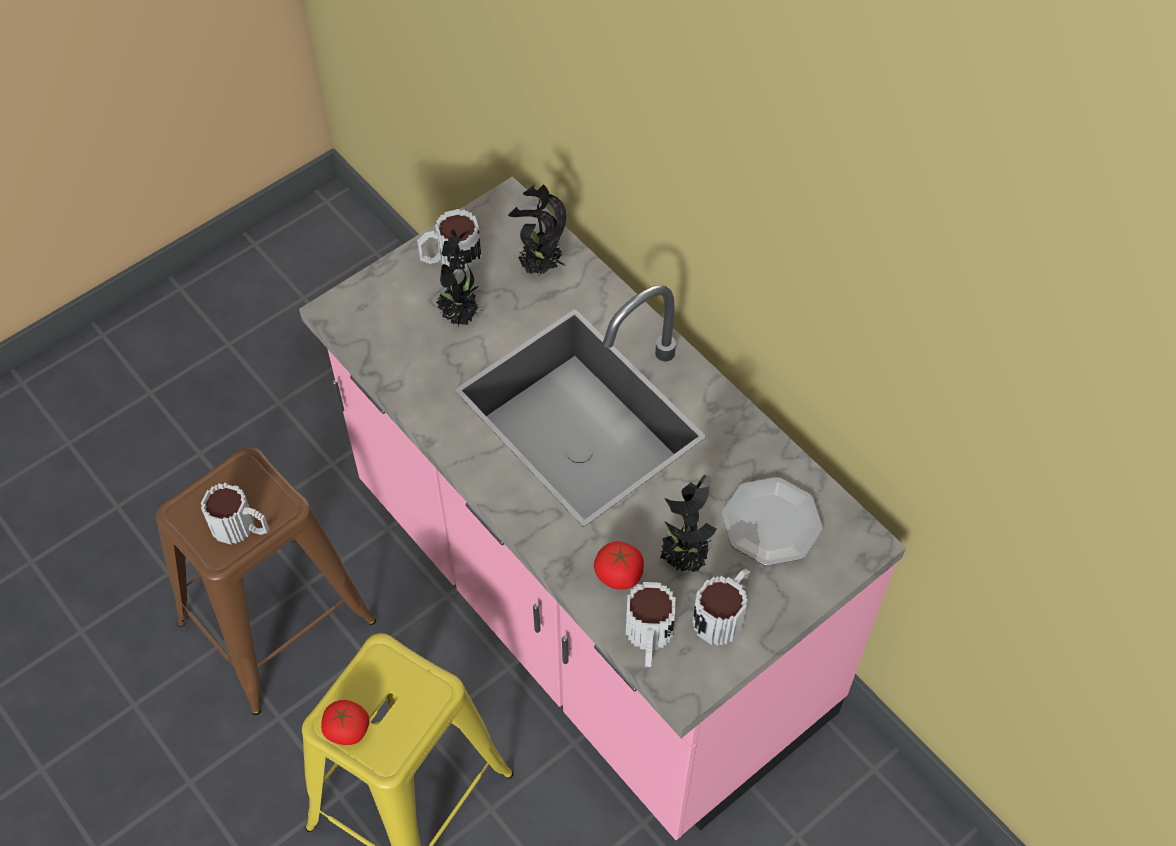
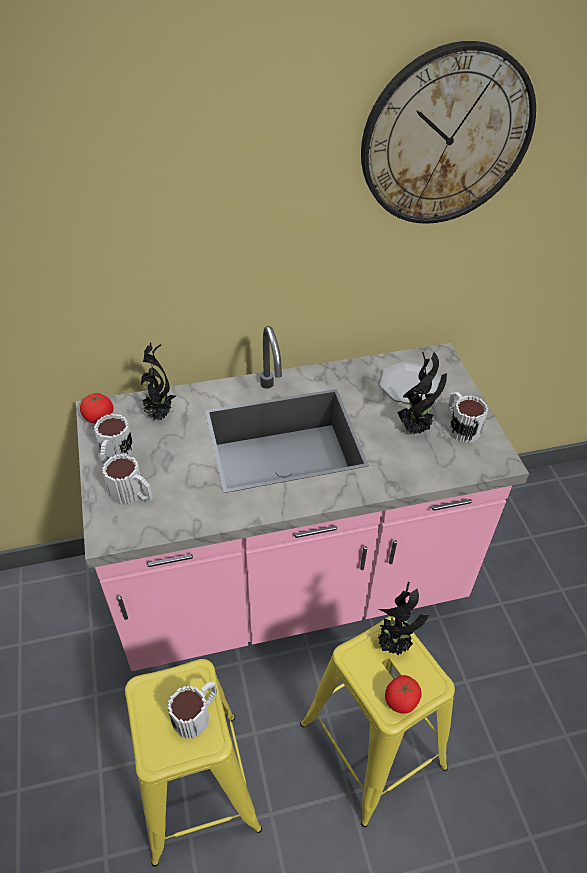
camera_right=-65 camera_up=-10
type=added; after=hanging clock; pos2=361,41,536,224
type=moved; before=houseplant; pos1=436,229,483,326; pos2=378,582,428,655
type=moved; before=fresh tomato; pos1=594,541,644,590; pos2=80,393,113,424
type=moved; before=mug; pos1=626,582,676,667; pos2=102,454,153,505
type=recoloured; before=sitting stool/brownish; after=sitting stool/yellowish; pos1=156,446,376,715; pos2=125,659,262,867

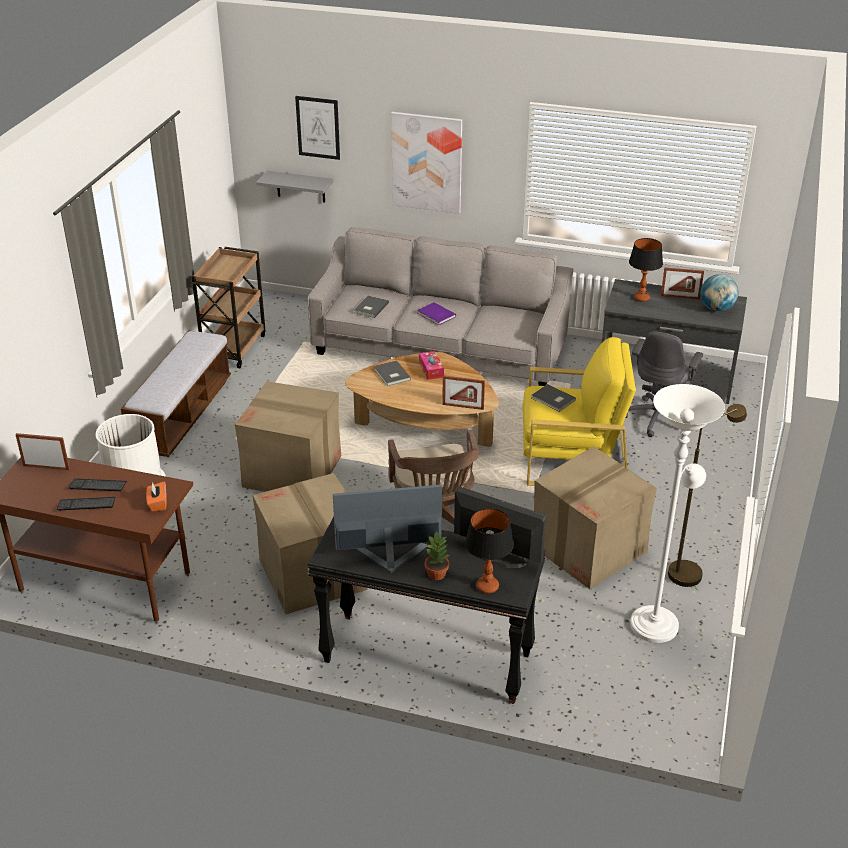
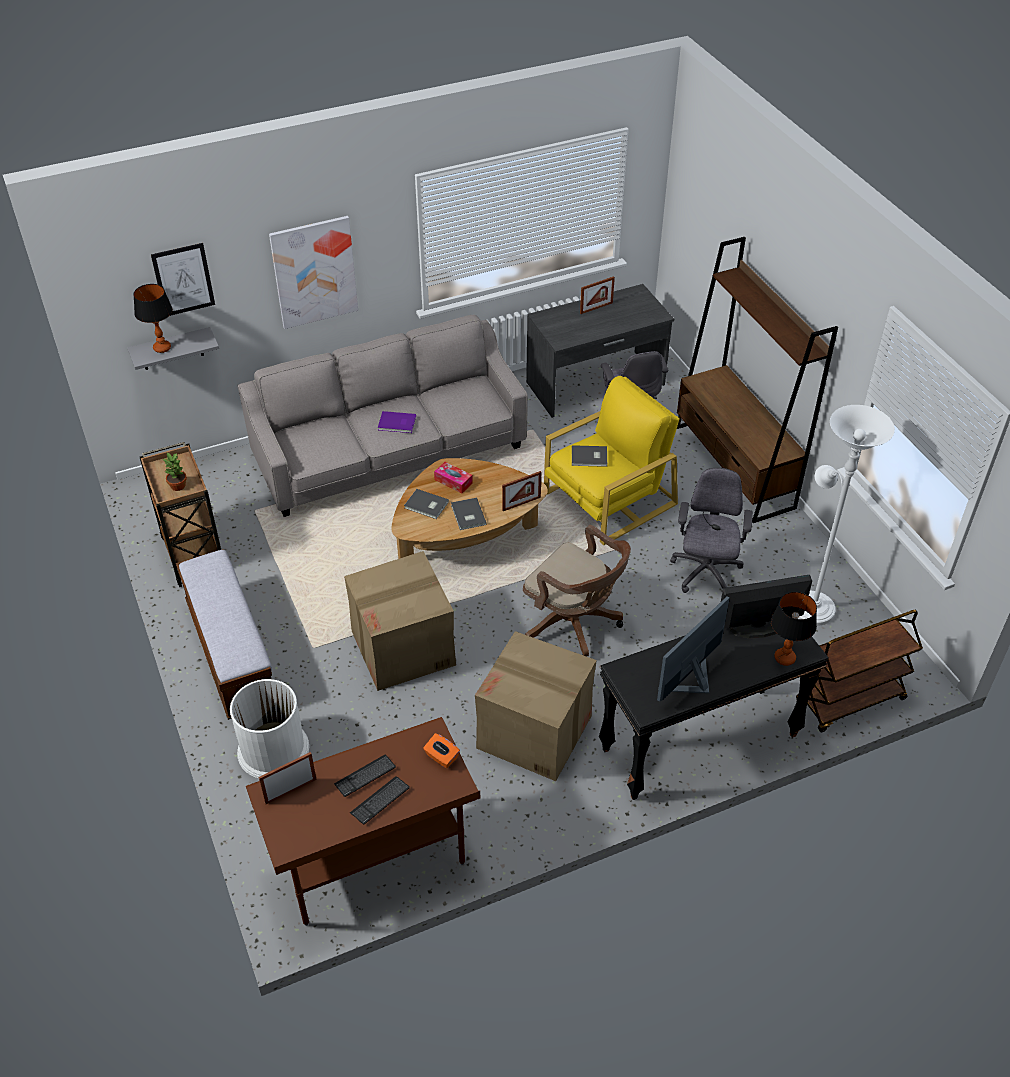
camera_right=-40 camera_up=10
type=removed; before=standard lamp/brownish; pos1=668,404,747,587
type=removed; before=globe; pos1=701,274,739,311
type=added; after=shelving unit/brownish; pos2=677,237,838,523
type=added; after=wheeled cart/brownish; pos2=796,610,923,732
type=moved; before=book/greyish; pos1=354,296,389,318; pos2=451,498,487,530
type=moved; before=houseplant; pos1=425,531,449,580; pos2=163,453,187,491
type=moved; before=tabletop lamp; pos1=629,238,663,302; pos2=133,284,173,353
type=replaced; before=carton; after=computer chair/greyish; pos1=534,446,657,589; pos2=670,468,753,593

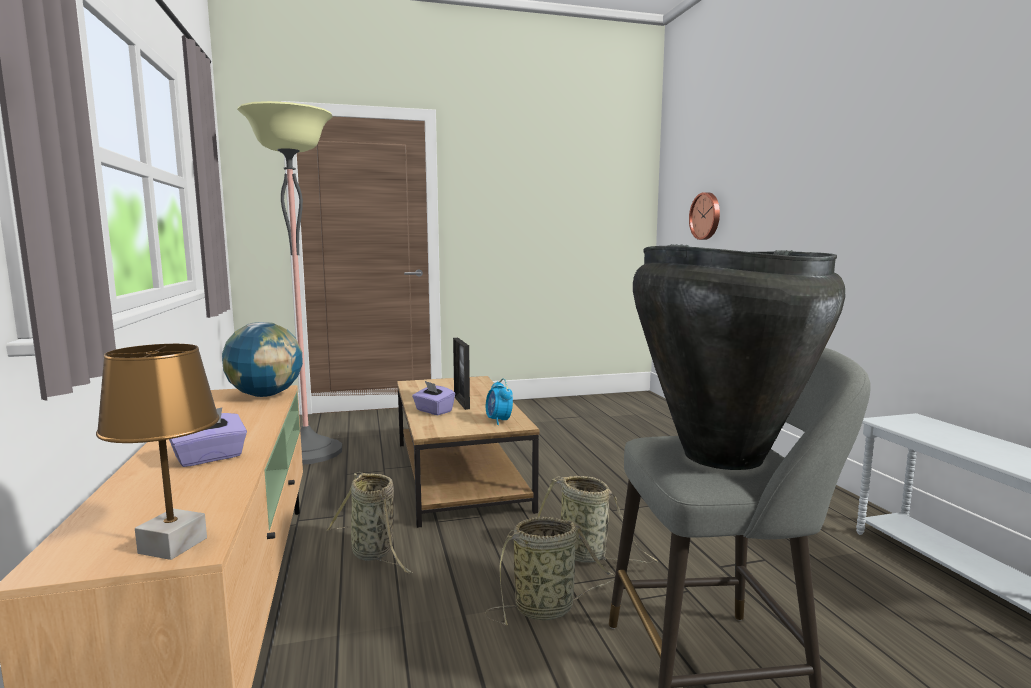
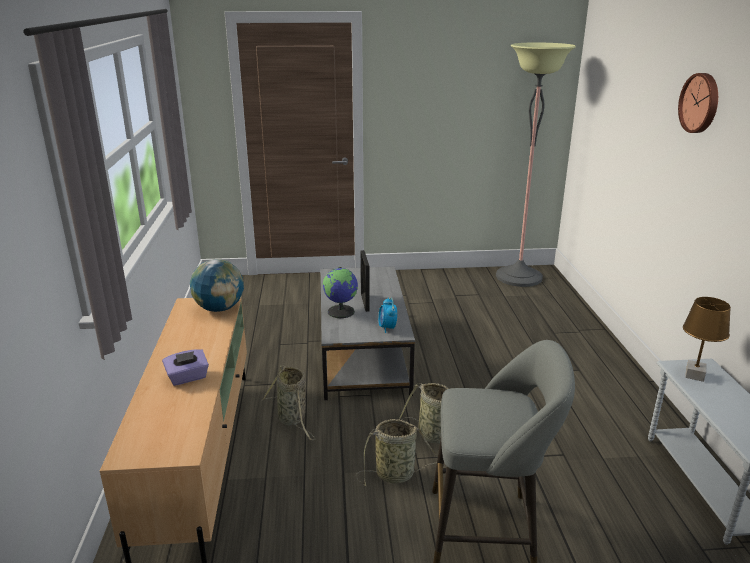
camera_right=10 camera_up=15
type=removed; before=decorative vase/black; pos1=633,244,845,470
type=moved; before=tabletop lamp/brownish; pos1=96,344,220,560; pos2=683,297,731,382
type=moved; before=standard lamp; pos1=237,101,342,465; pos2=496,42,576,287
type=moved; before=hanging clock; pos1=689,192,720,240; pos2=678,73,718,133
type=replaced; before=box of tissues/purple-coloured; after=globe; pos1=412,381,455,415; pos2=323,267,358,318
type=recoloured; before=low table/brownish; after=low table/greyish; pos1=397,376,539,528; pos2=321,267,415,400

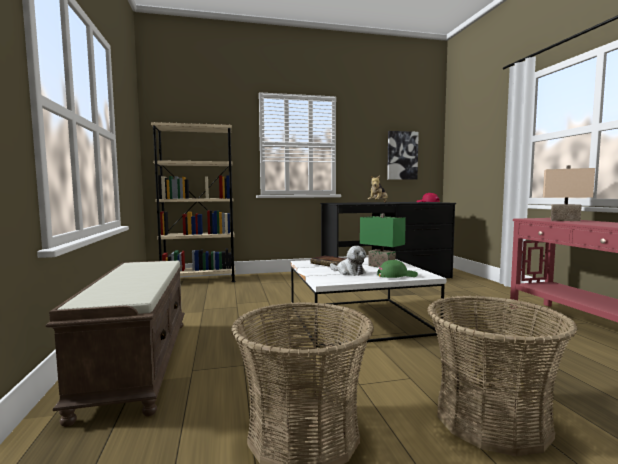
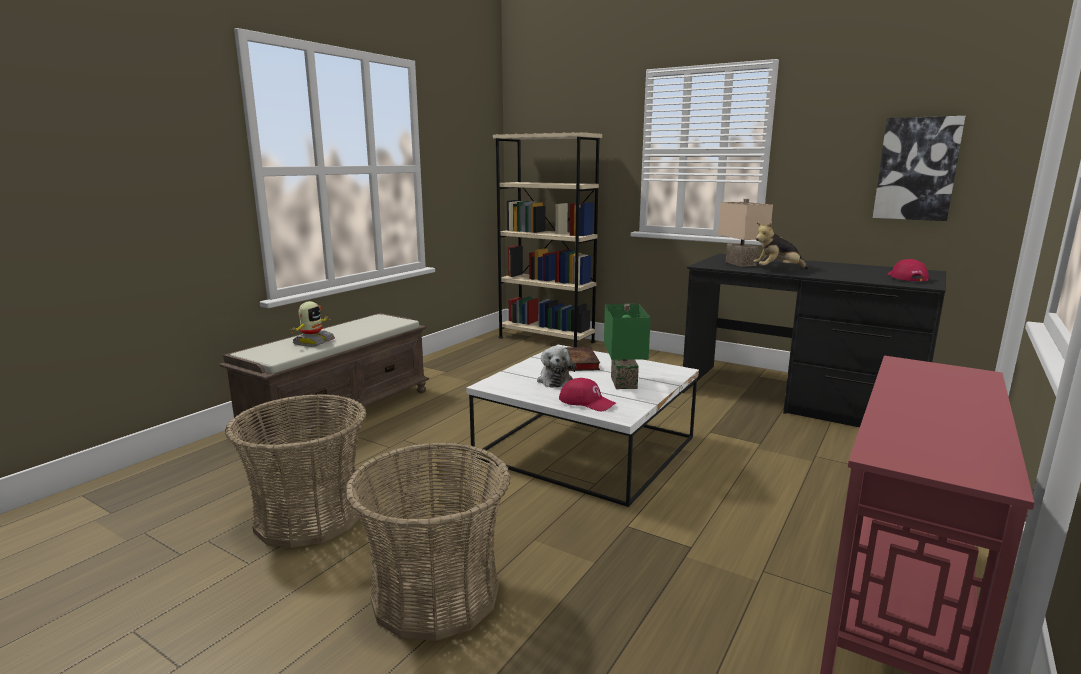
camera_right=45 camera_up=10
type=added; after=toy robot; pos2=290,301,335,347
type=moved; before=tabletop lamp/beige; pos1=543,165,595,221; pos2=718,199,773,267
type=recoloured; before=peaked cap/green-coloured; after=peaked cap/reddish; pos1=377,260,418,278; pos2=559,378,616,411

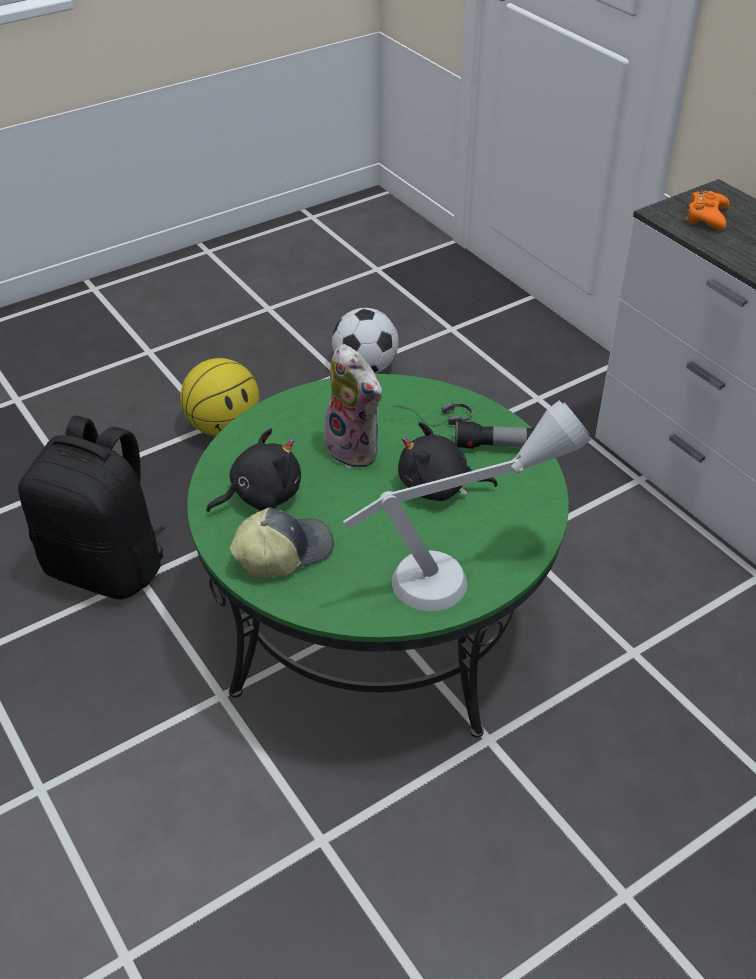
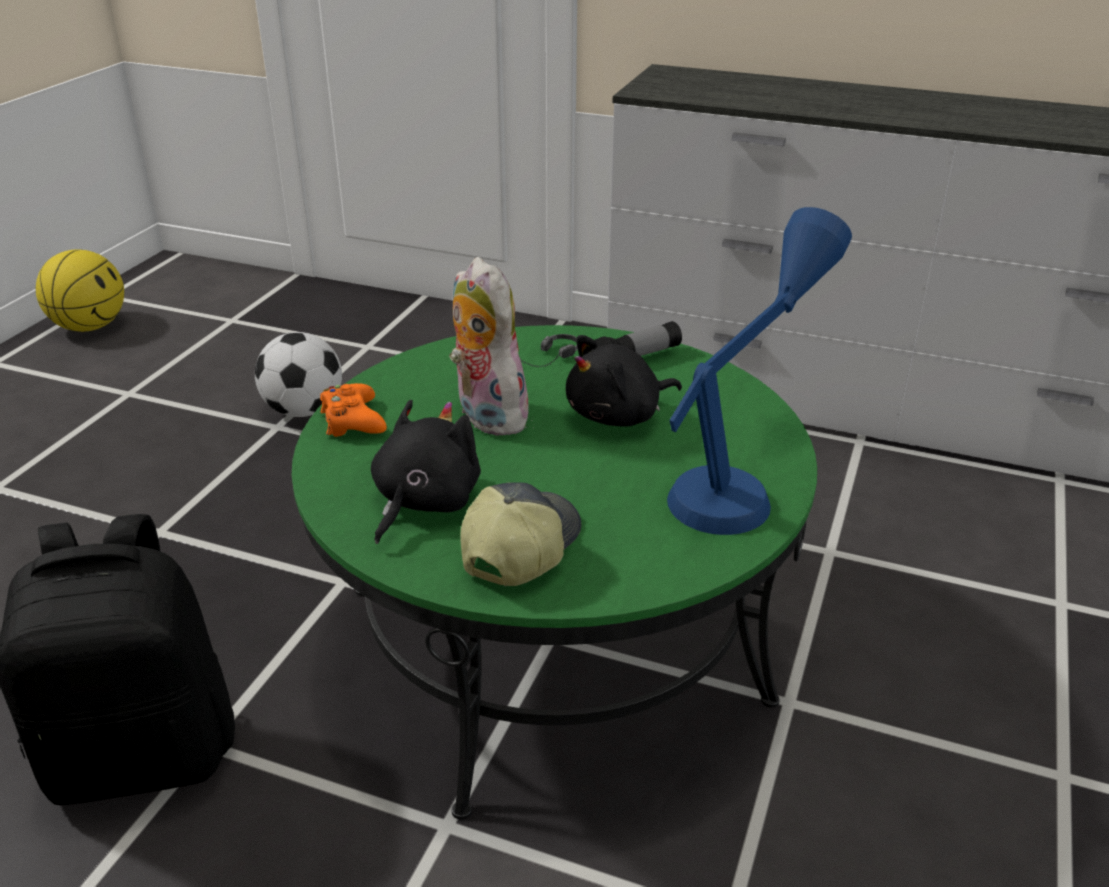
camera_right=-35 camera_up=-10
type=moved; before=basketball ball; pos1=180,358,259,436; pos2=36,249,124,332
type=moved; before=joypad/orangey; pos1=685,190,729,230; pos2=320,383,387,437
type=recoloured; before=tabletop lamp/greyish; after=tabletop lamp/blue-coloured; pos1=343,400,591,611; pos2=667,207,852,535
type=turned; before=soft toy; pos1=324,344,383,468; pos2=449,257,530,436; turn=-135

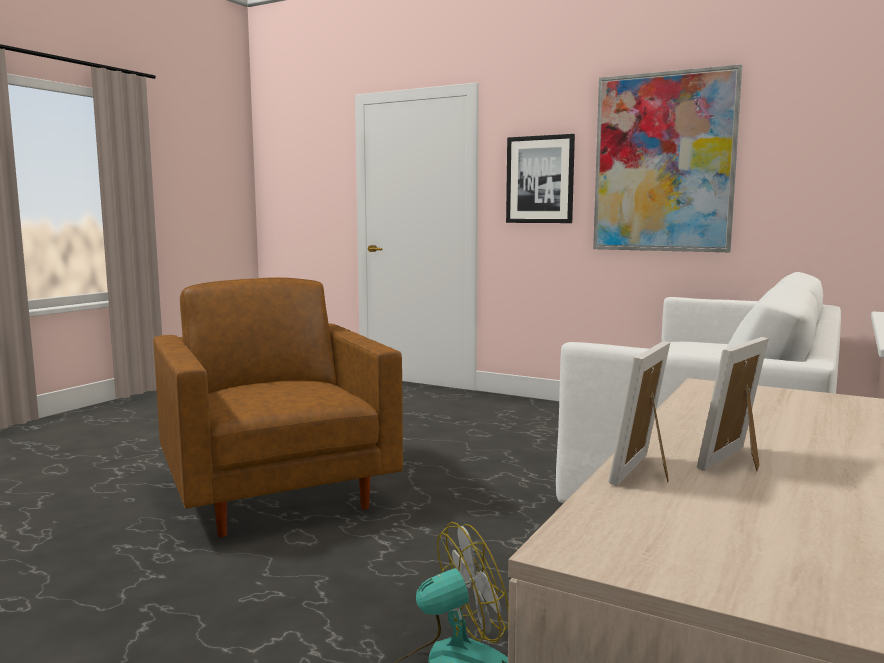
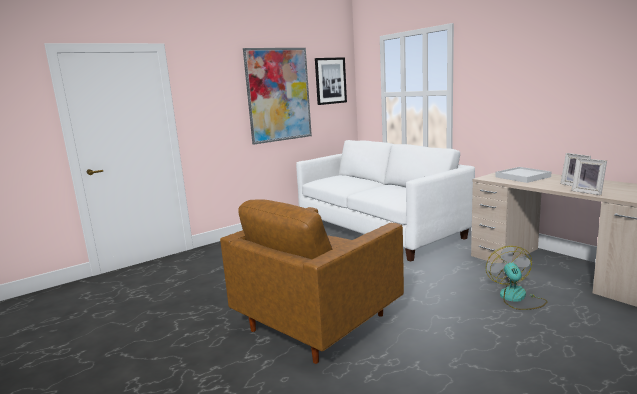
camera_right=-65 camera_up=5
type=added; after=carrying tray/whitish; pos2=495,167,552,183
type=moved; before=wall picture; pos1=506,134,575,223; pos2=315,57,347,105
type=turned; before=armchair/brownish; pos1=153,277,403,537; pos2=220,199,404,364; turn=-45

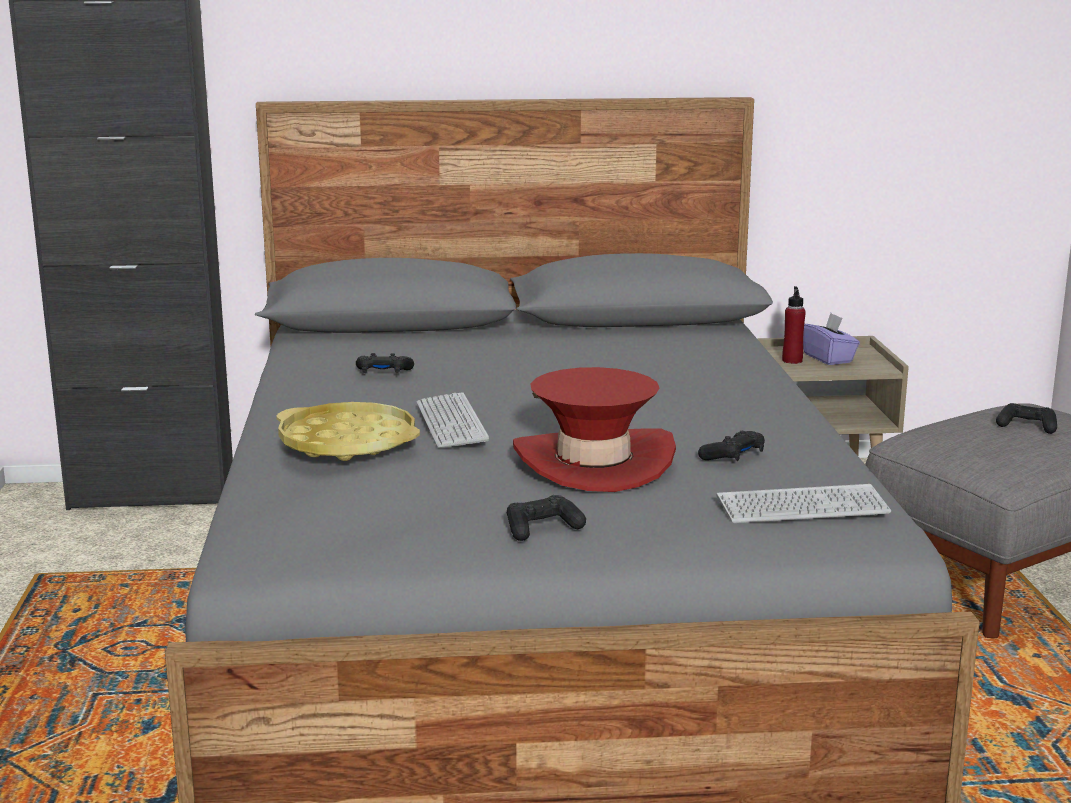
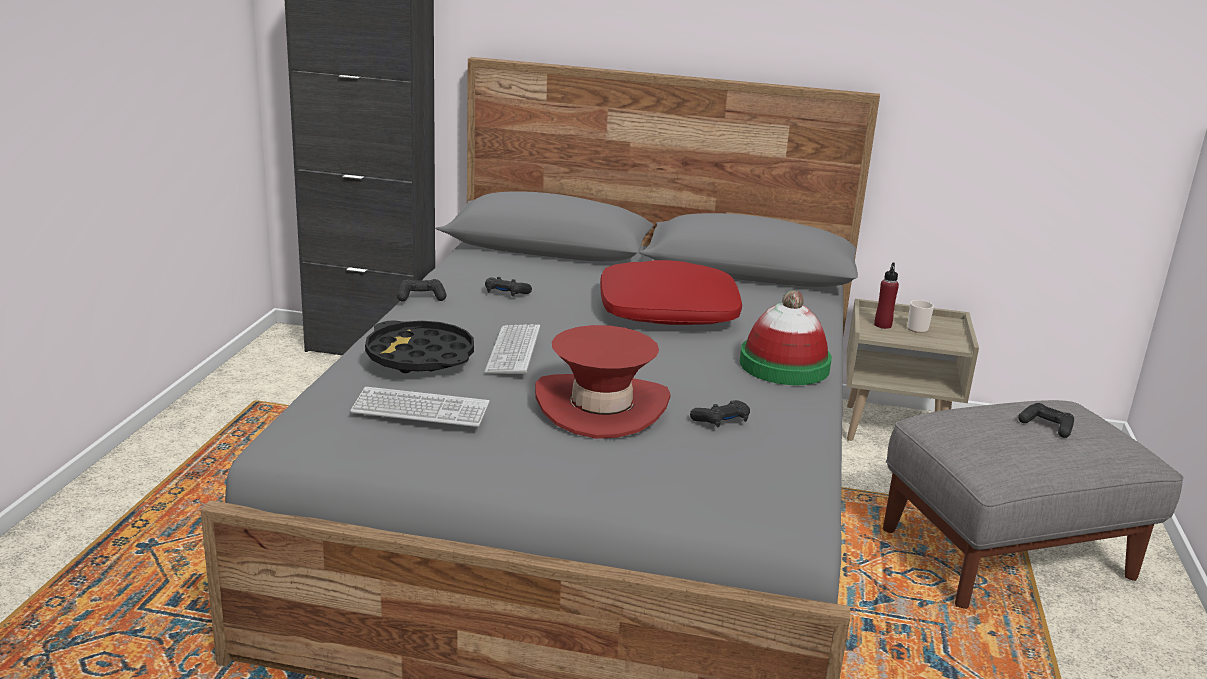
camera_right=15 camera_up=5
type=added; after=throw pillow/reddish; pos2=600,260,742,325
type=added; after=clothing hat; pos2=740,290,832,385
type=moved; before=joypad/black; pos1=507,495,586,541; pos2=397,279,446,302
type=moved; before=computer keyboard; pos1=717,484,891,523; pos2=350,387,490,427
type=replaced; before=box of tissues/purple-coloured; after=mug; pos1=803,313,860,365; pos2=907,300,934,333
type=recoloured; before=carrying tray/yellowish; after=carrying tray/black; pos1=276,402,420,461; pos2=365,320,474,373

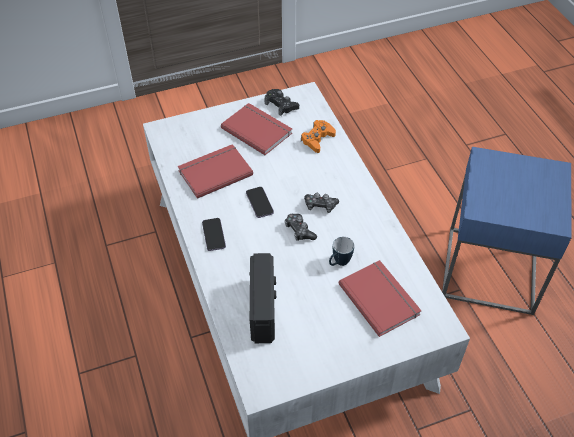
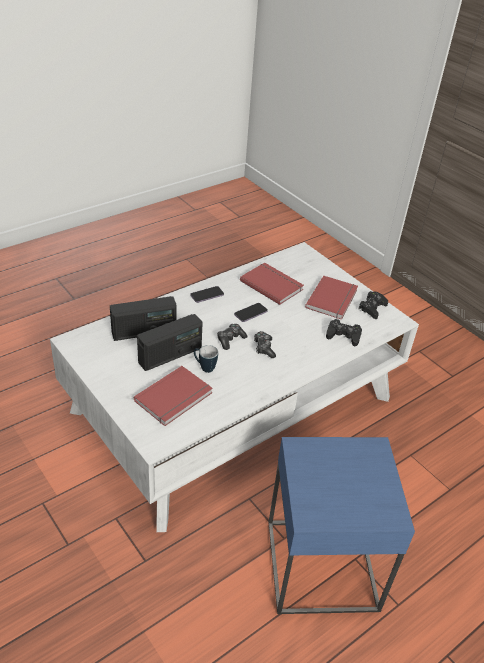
camera_right=70 camera_up=-10
type=added; after=radio set; pos2=137,314,203,371
type=recoloured; before=joypad/orangey; after=joypad/black; pos1=301,120,336,153; pos2=326,319,362,346

